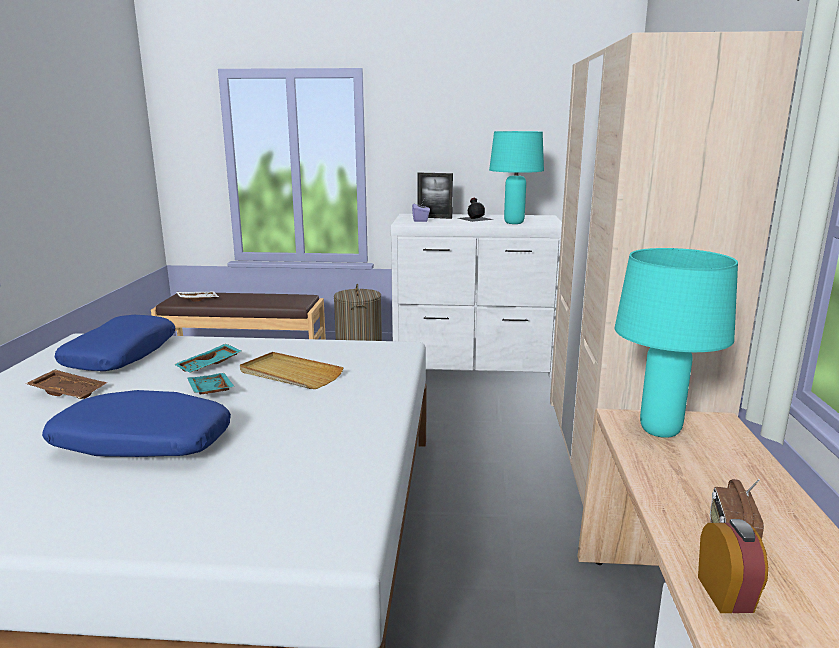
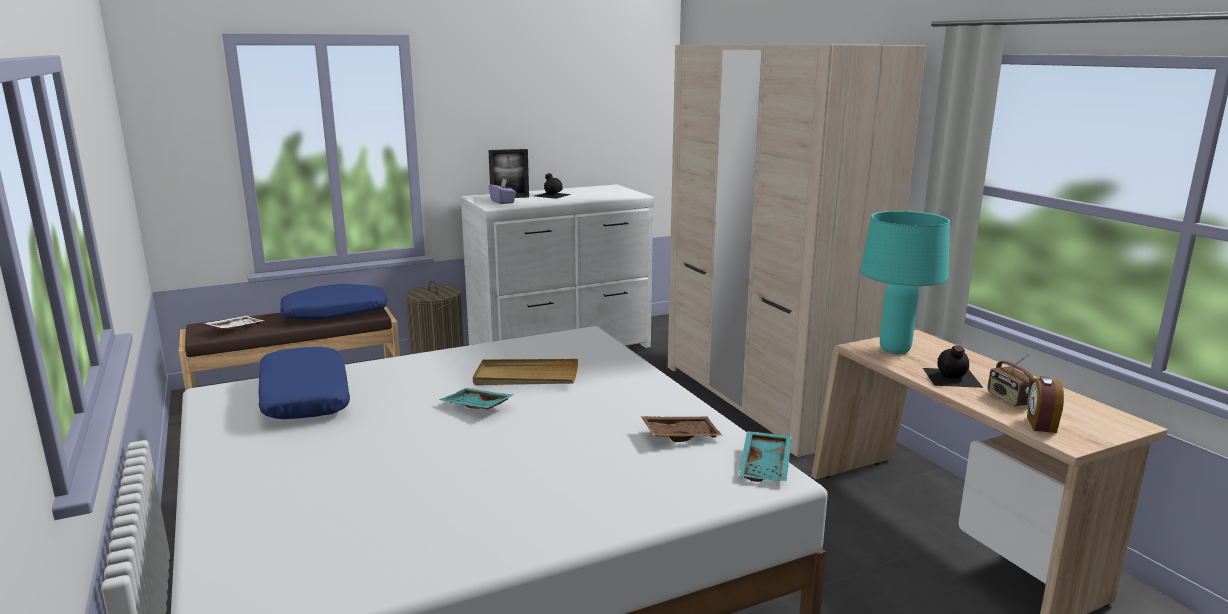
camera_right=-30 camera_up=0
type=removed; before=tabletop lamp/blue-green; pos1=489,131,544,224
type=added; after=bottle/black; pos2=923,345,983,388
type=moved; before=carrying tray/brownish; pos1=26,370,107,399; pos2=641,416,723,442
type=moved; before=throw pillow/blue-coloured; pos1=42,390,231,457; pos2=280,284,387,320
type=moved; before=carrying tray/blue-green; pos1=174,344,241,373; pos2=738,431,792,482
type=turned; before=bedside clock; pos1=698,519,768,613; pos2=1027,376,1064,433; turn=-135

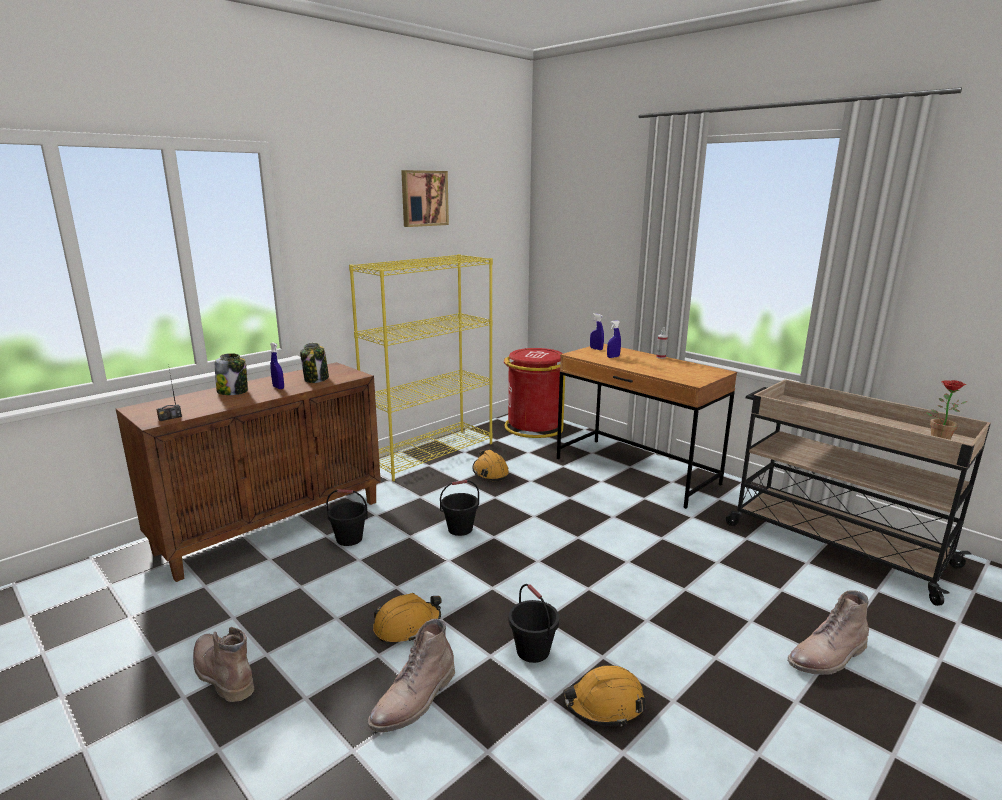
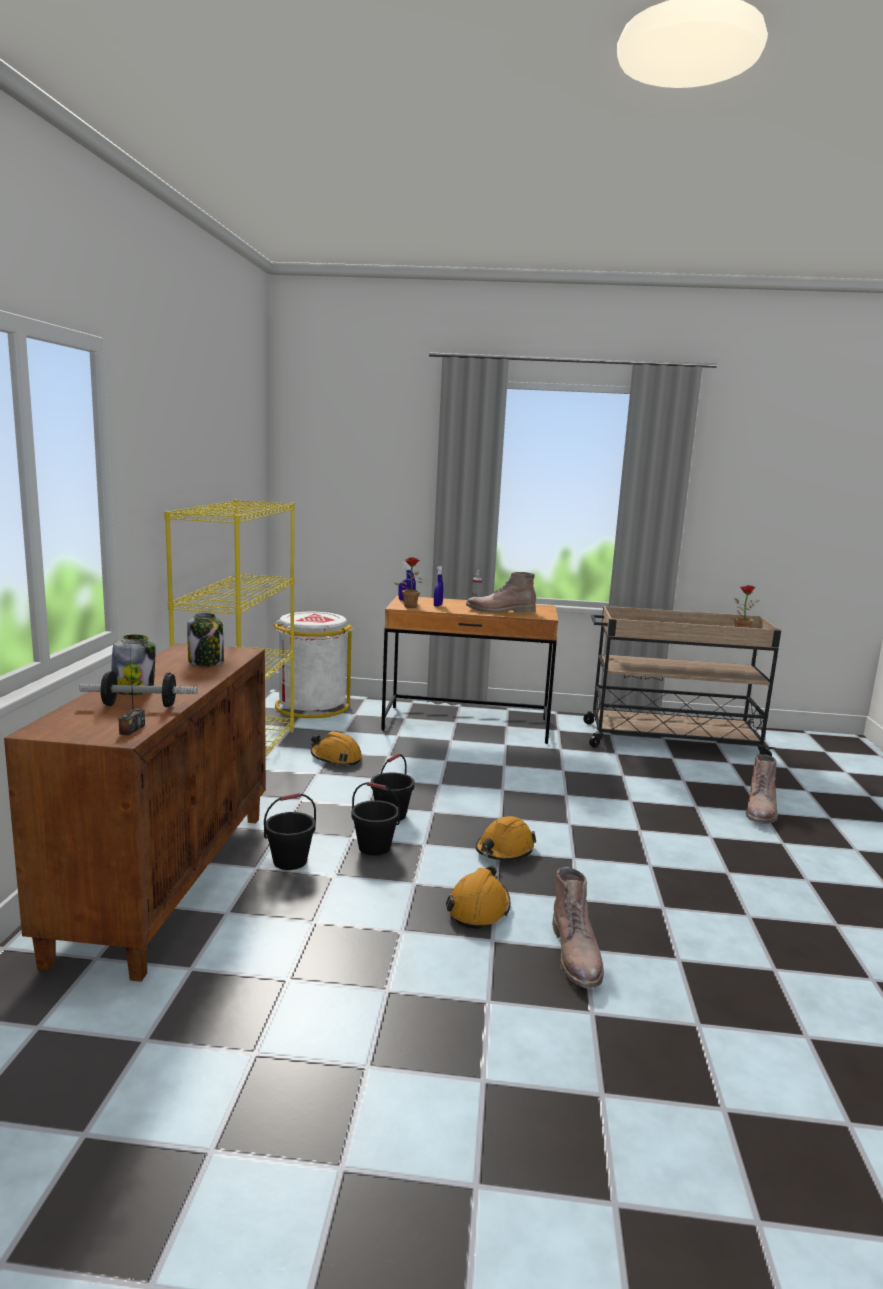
camera_right=-40 camera_up=-5
type=removed; before=hand sprayer/blue-coloured; pos1=270,342,284,389
type=removed; before=wall picture; pos1=401,170,449,227
type=added; after=hand weight; pos2=79,671,198,707
type=added; after=houseplant; pos2=394,557,423,608
type=moved; before=boot/brownish; pos1=193,627,254,702; pos2=466,572,536,613
type=moved; before=bucket/black; pos1=509,584,559,663; pos2=351,782,400,856
type=moved; before=work helmet/orangey; pos1=563,665,645,726; pos2=475,816,536,861
type=recoloured; before=rubbish bin/reddish; after=rubbish bin/whitish; pos1=504,348,565,438; pos2=274,612,353,718

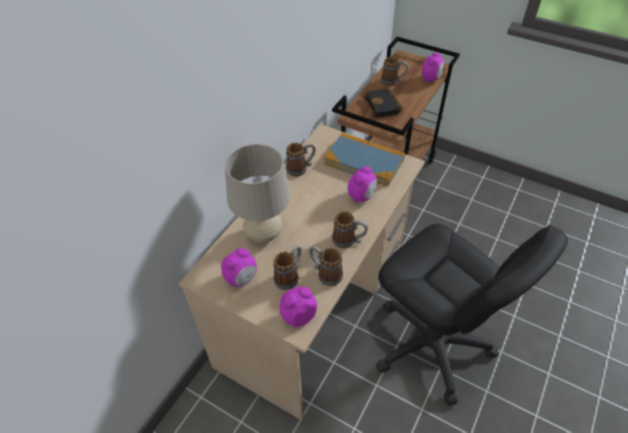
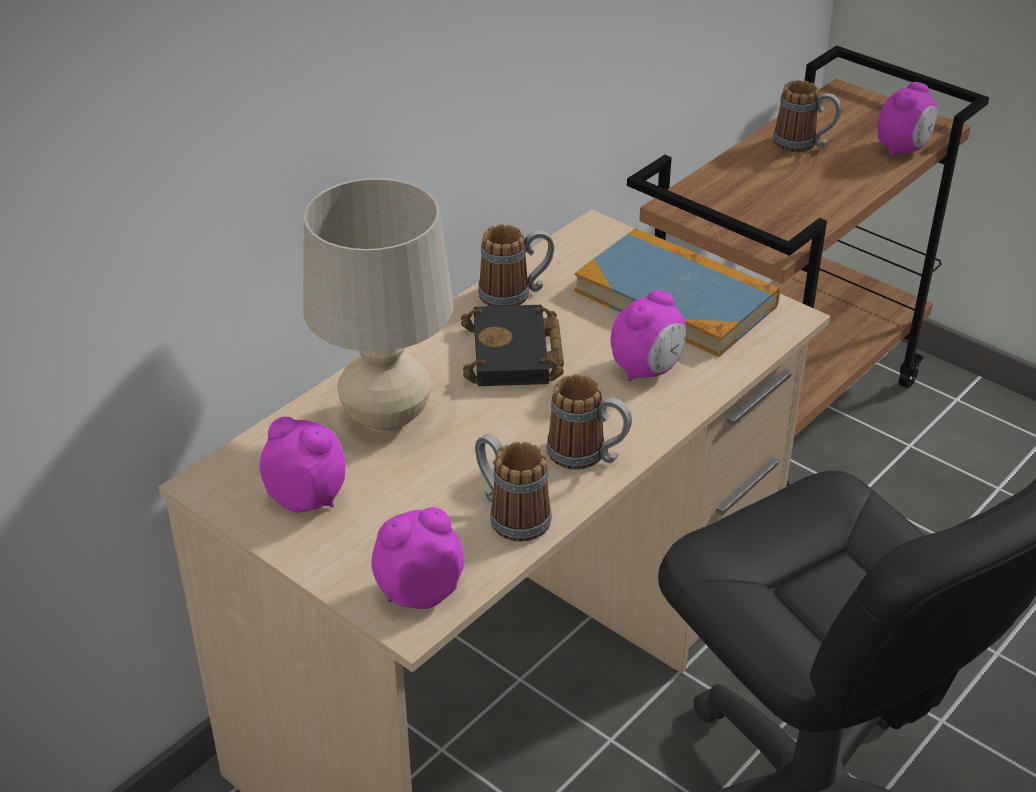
camera_right=10 camera_up=-10
type=removed; before=mug; pos1=274,245,301,290
type=moved; before=book/black; pos1=362,89,403,118; pos2=461,305,564,386
type=turned; before=bedside clock; pos1=221,248,257,287; pos2=260,417,345,513; turn=-120

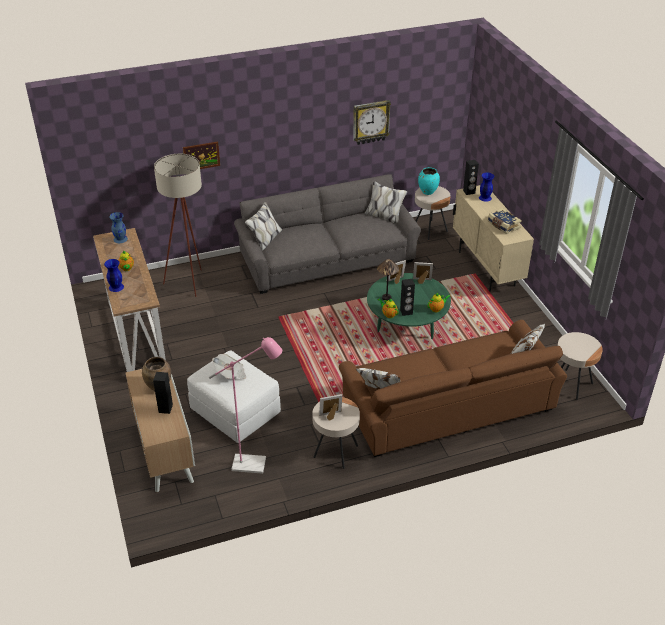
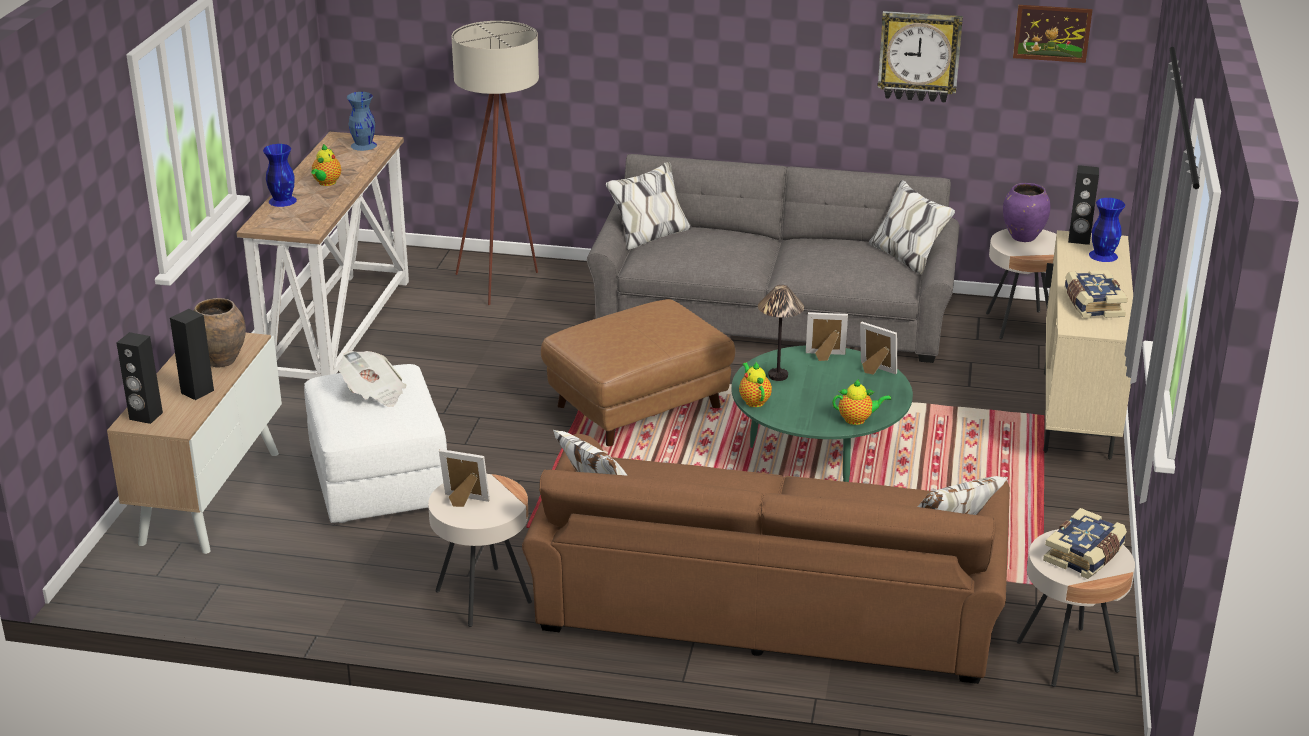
camera_right=30 camera_up=-10
type=removed; before=standard lamp/pink; pos1=209,337,282,474
type=added; after=pouffe/brownish; pos2=541,299,735,446
type=added; after=book; pos2=1043,508,1127,579
type=moved; before=wall picture; pos1=183,142,220,169; pos2=1013,5,1092,63
type=moved; before=speaker/black; pos1=400,279,415,316; pos2=117,332,163,424
type=recoloured; before=decorative vase/blue-green; after=decorative vase/purple-coloured; pos1=418,167,440,195; pos2=1003,183,1050,242

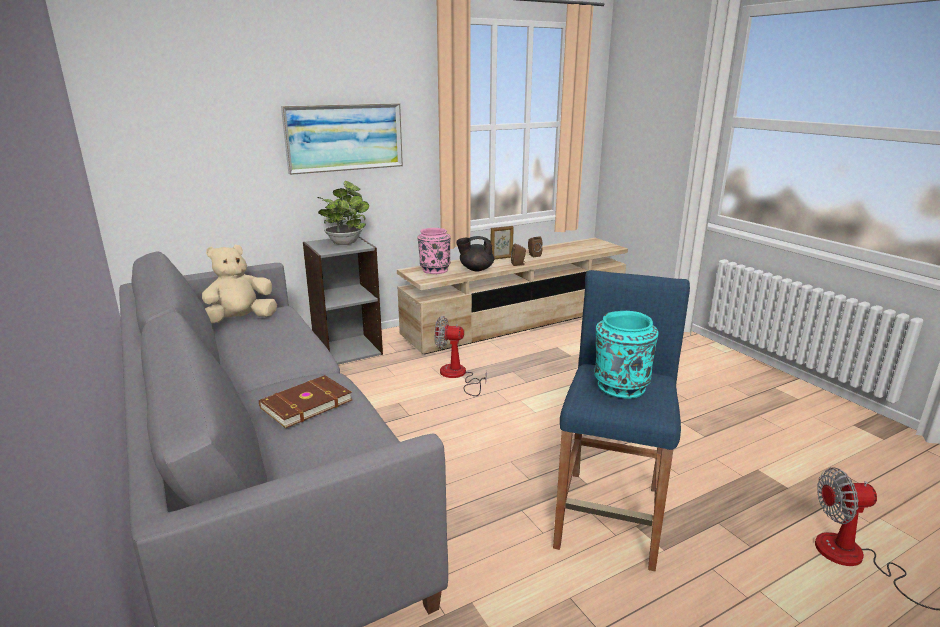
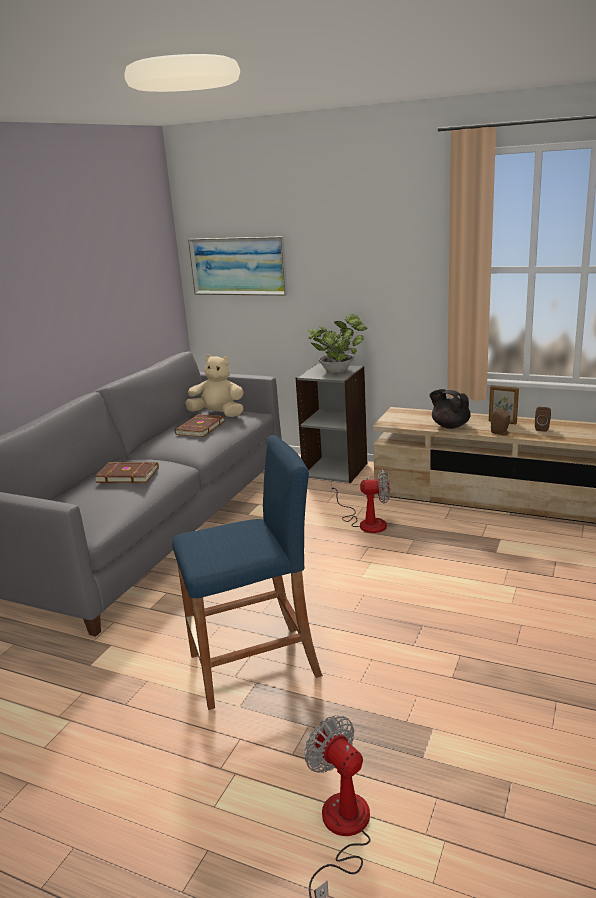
camera_right=55 camera_up=0
type=removed; before=decorative vase/pink; pos1=417,228,451,274
type=removed; before=decorative vase/blue-green; pos1=594,311,659,399
type=added; after=book/brownish; pos2=175,414,225,437
type=moved; before=wall picture; pos1=281,103,403,175; pos2=188,236,288,296
type=turned; before=fan; pos1=434,316,487,396; pos2=331,469,390,533; turn=120

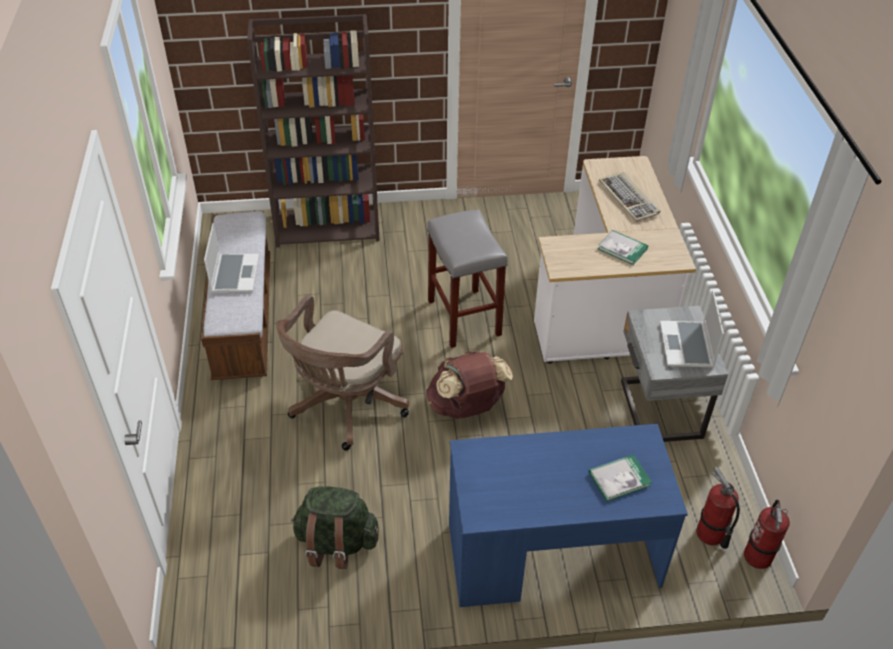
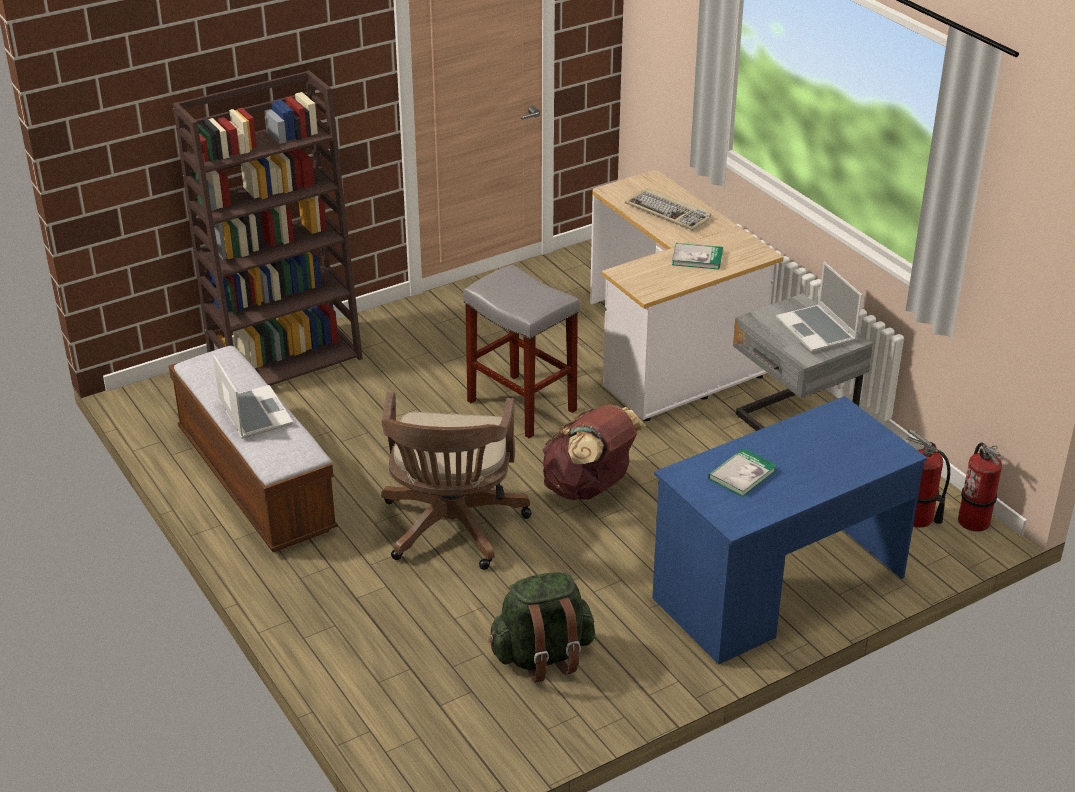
camera_right=-25 camera_up=-10
type=moved; before=book; pos1=589,454,652,502; pos2=708,448,777,497

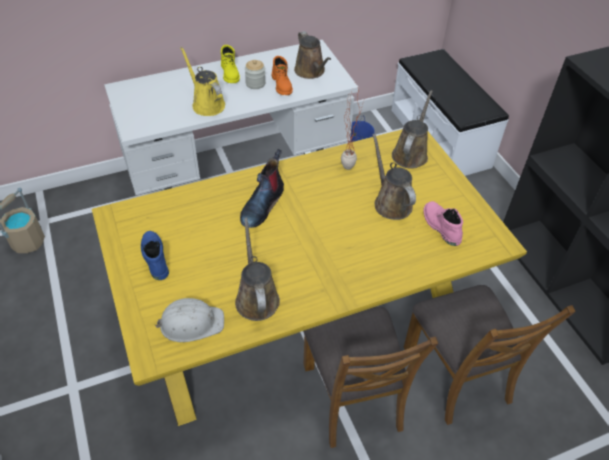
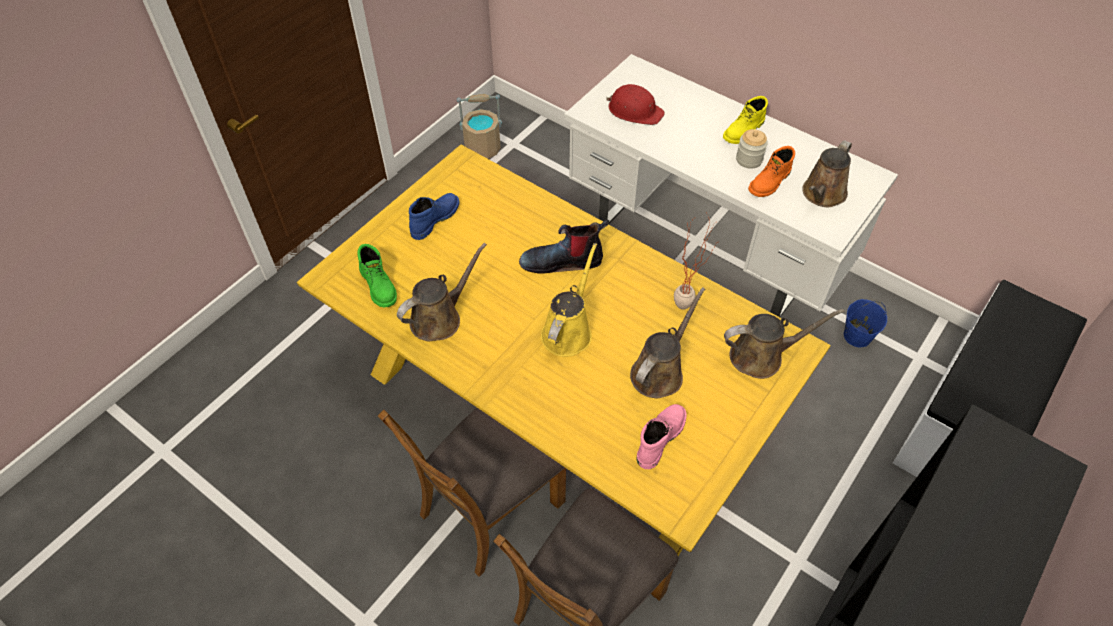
camera_right=60 camera_up=5
type=added; after=work helmet/reddish; pos2=606,84,665,125
type=moved; before=sprinkling can/yellowish; pos1=180,47,225,116; pos2=541,243,597,357
type=replaced; before=work helmet/whitish; after=boot/green-coloured; pos1=154,298,224,342; pos2=357,244,397,307

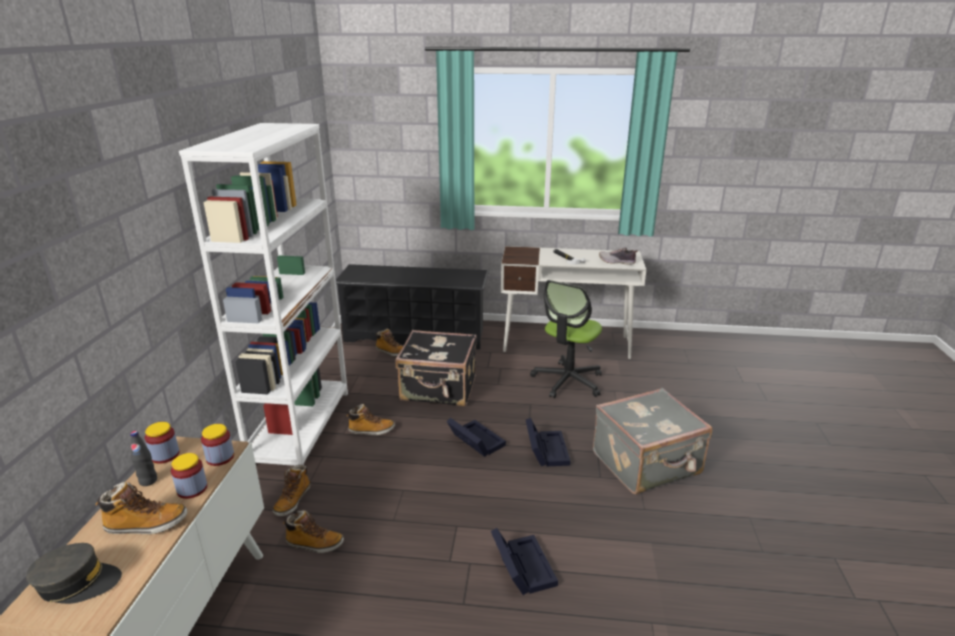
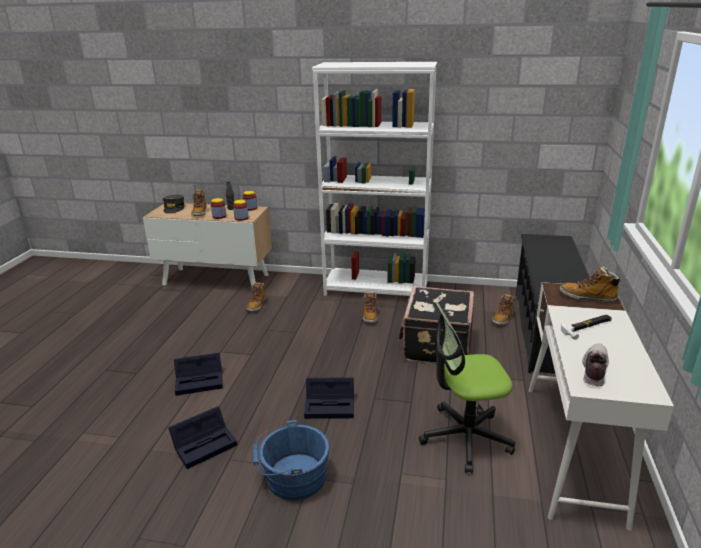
camera_right=95 camera_up=0
type=moved; before=boot; pos1=273,465,310,517; pos2=560,267,622,303
type=moved; before=storage container/black; pos1=447,418,506,457; pos2=168,406,237,469
type=replaced; before=piece of luggage/greyish; after=bucket/blue-coloured; pos1=593,388,712,494; pos2=253,420,329,500
type=turned; before=computer chair; pos1=530,280,602,398; pos2=419,302,515,473; turn=-45

